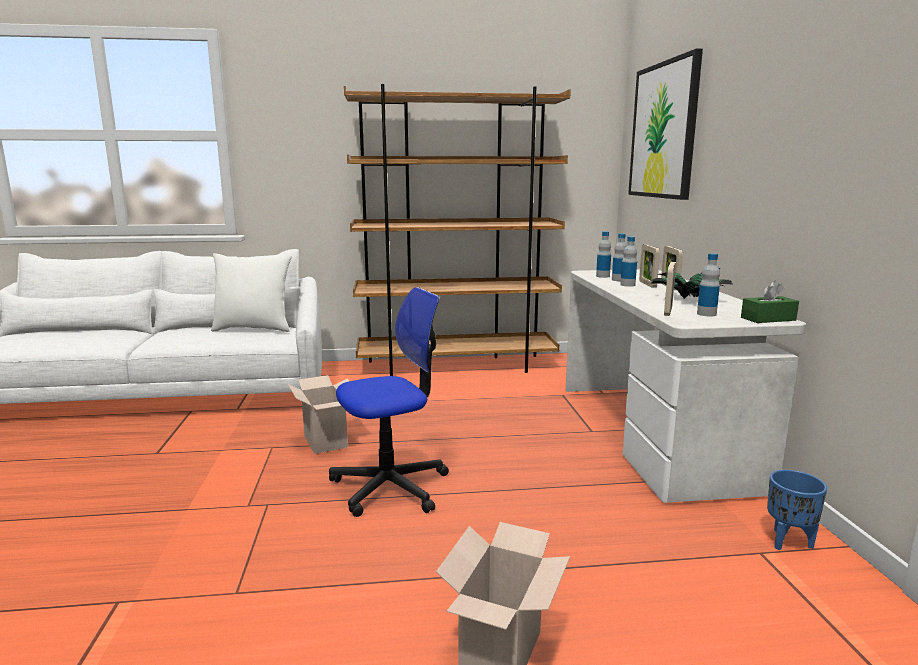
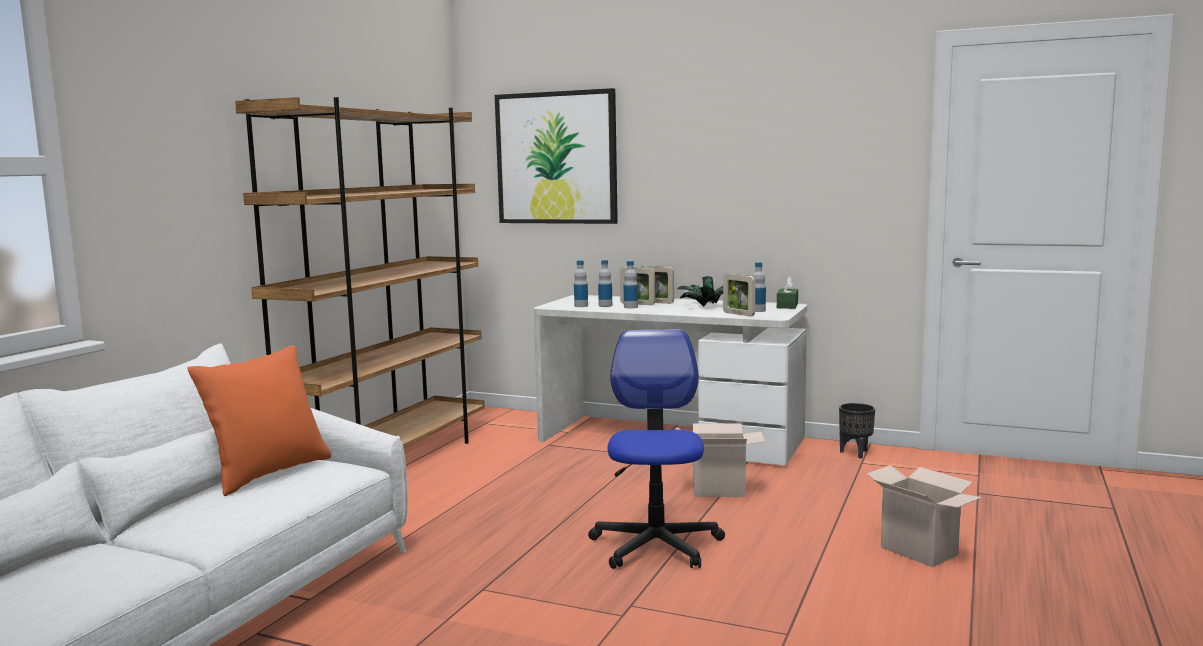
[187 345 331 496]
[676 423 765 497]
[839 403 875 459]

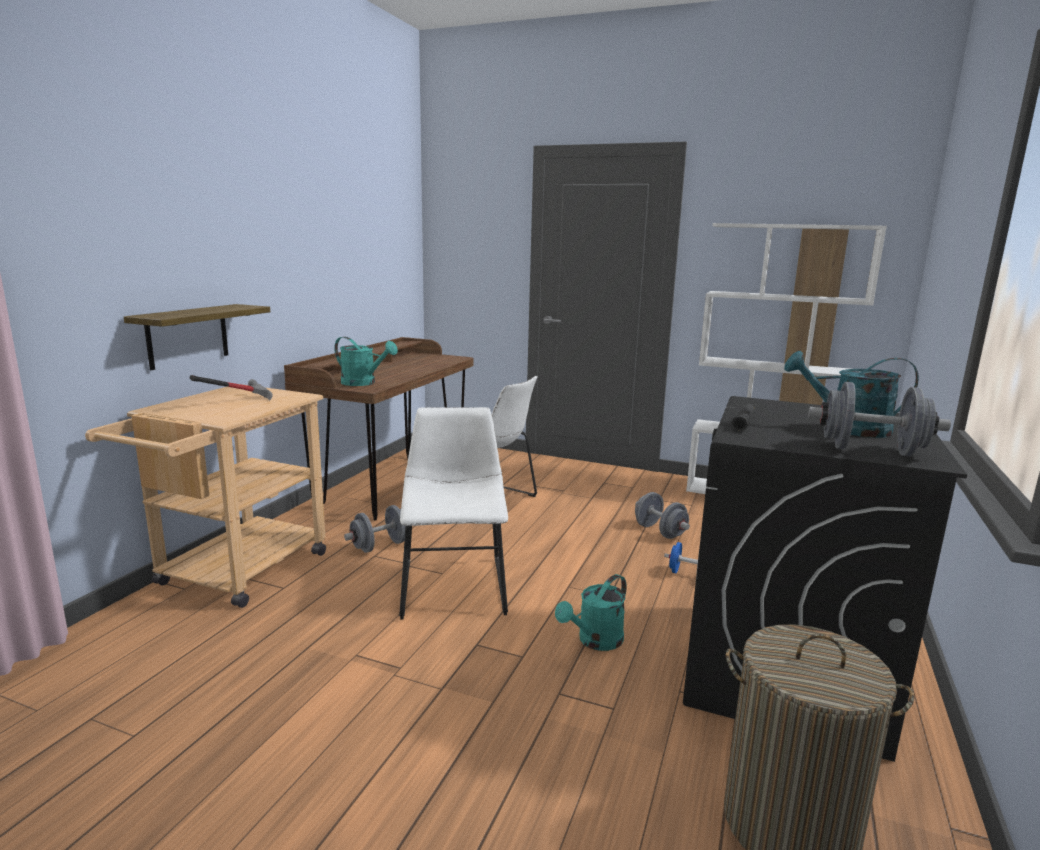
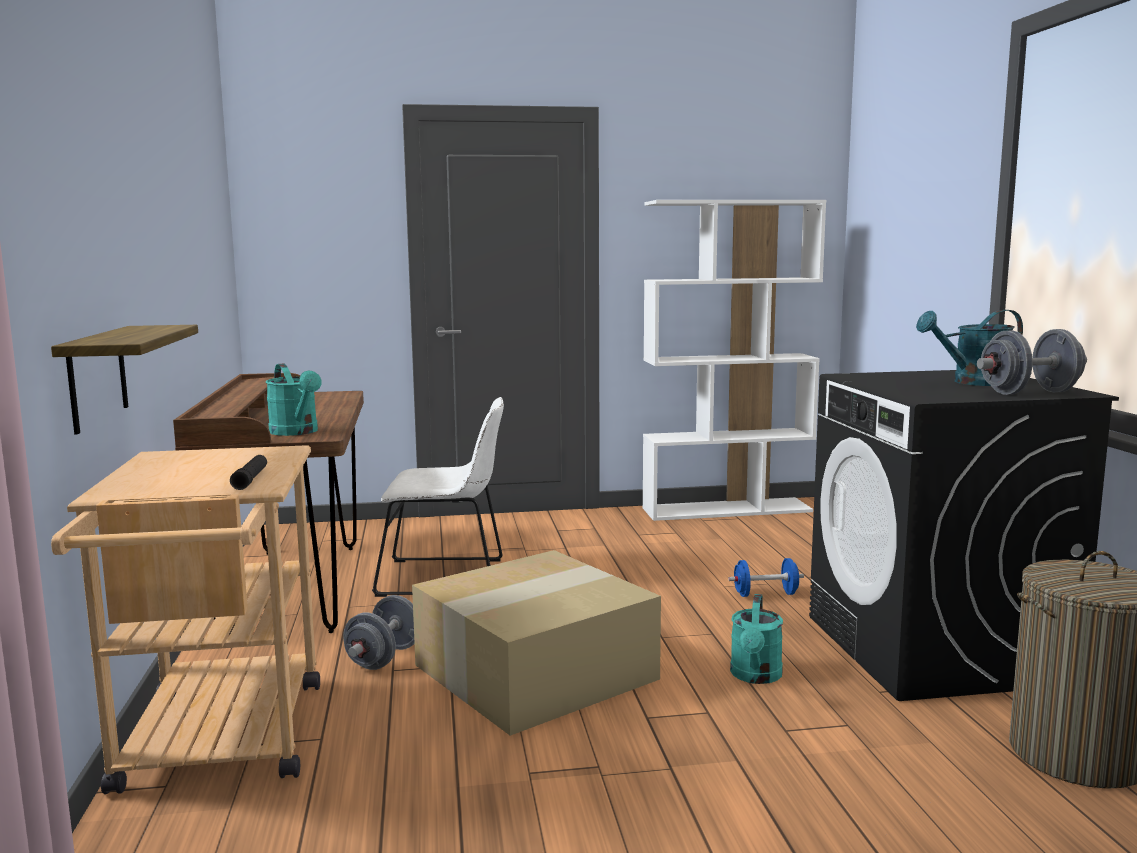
[230 455 267 490]
[266 363 322 436]
[412 550 661 736]
[190 375 273 400] (first image)
[635 492 690 539] (first image)

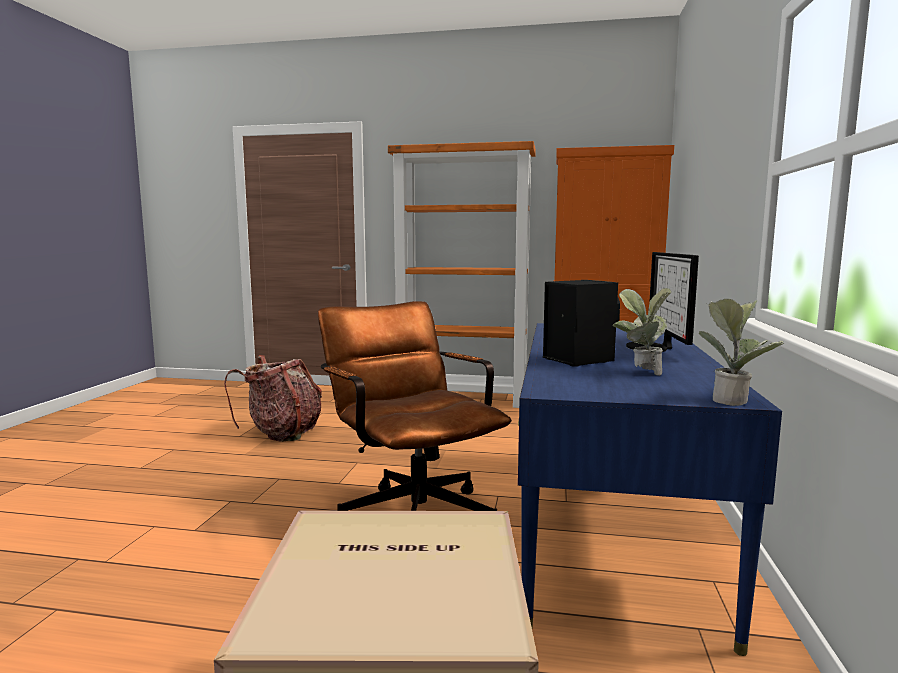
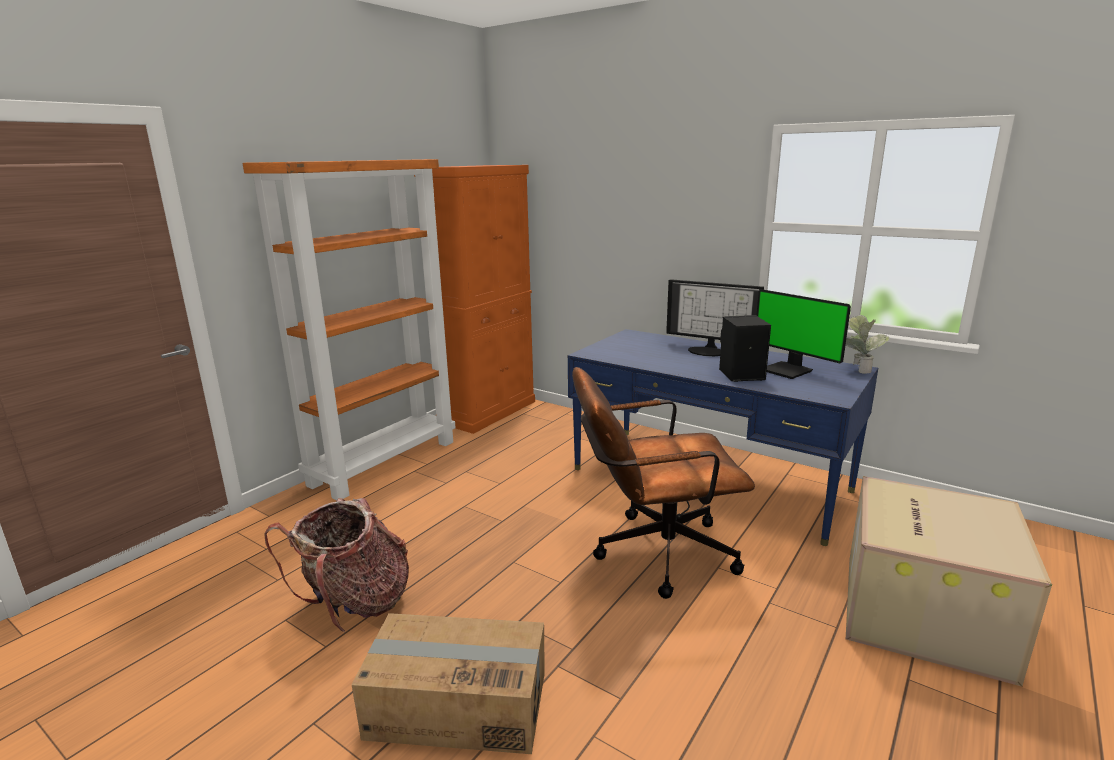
[352 613 545 754]
[756 289 851 379]

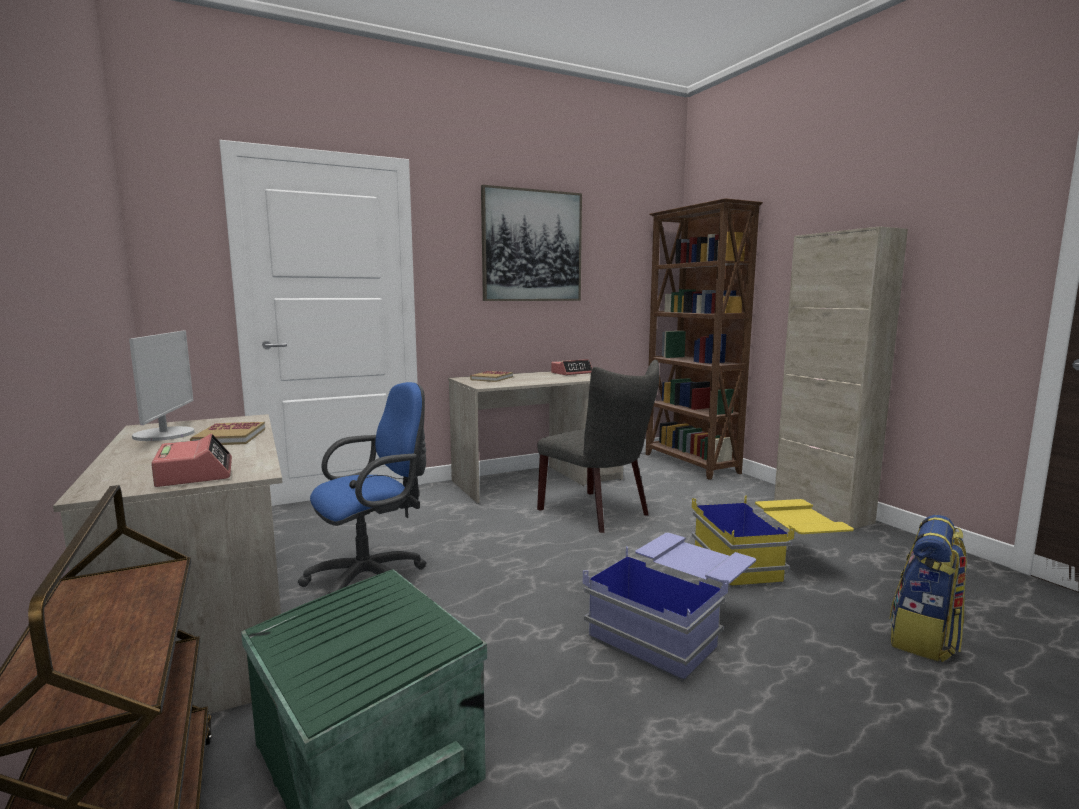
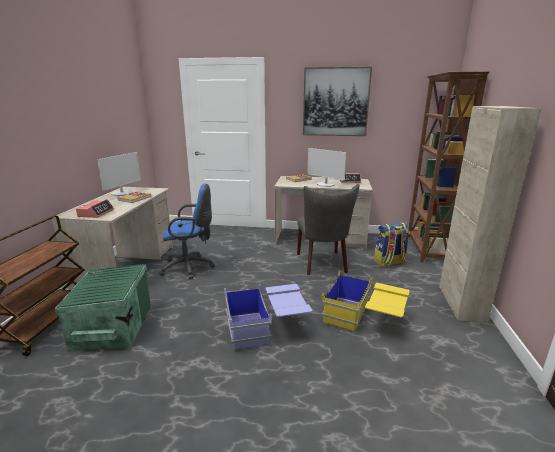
[307 148 346 187]
[374 222 409 267]

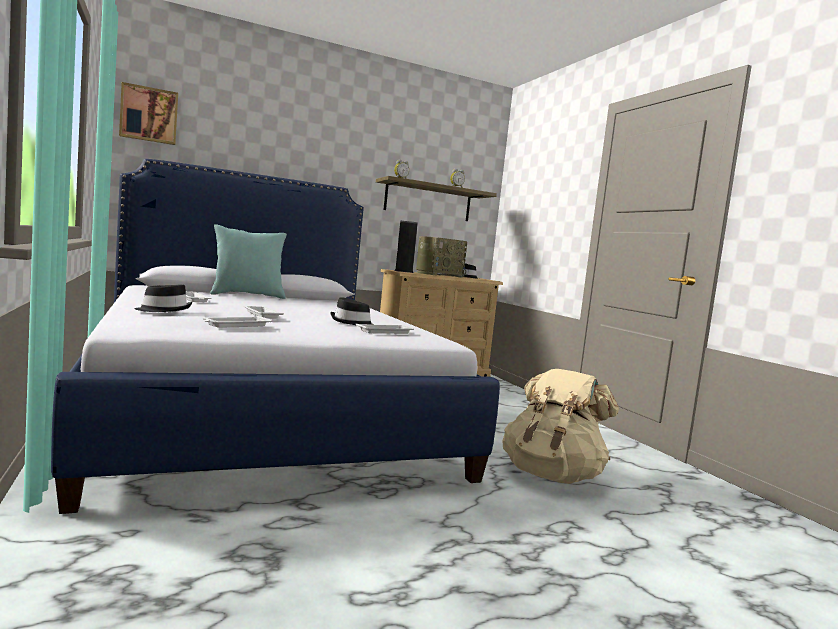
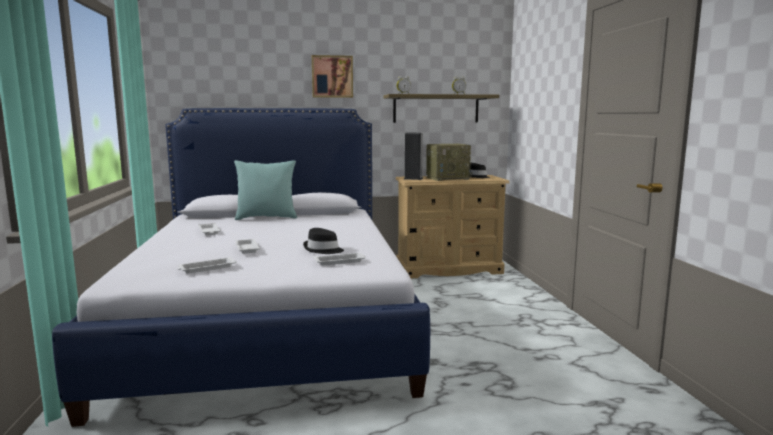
[312 55 353 98]
[134 284 192 312] (first image)
[503 369 619 484] (first image)

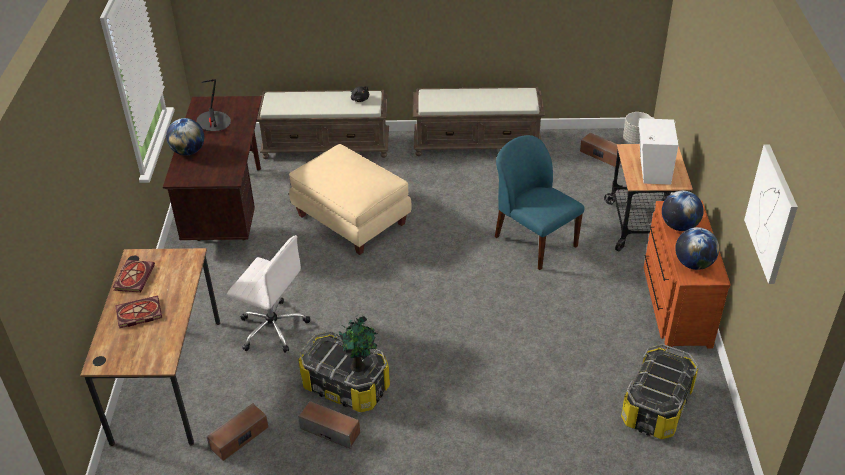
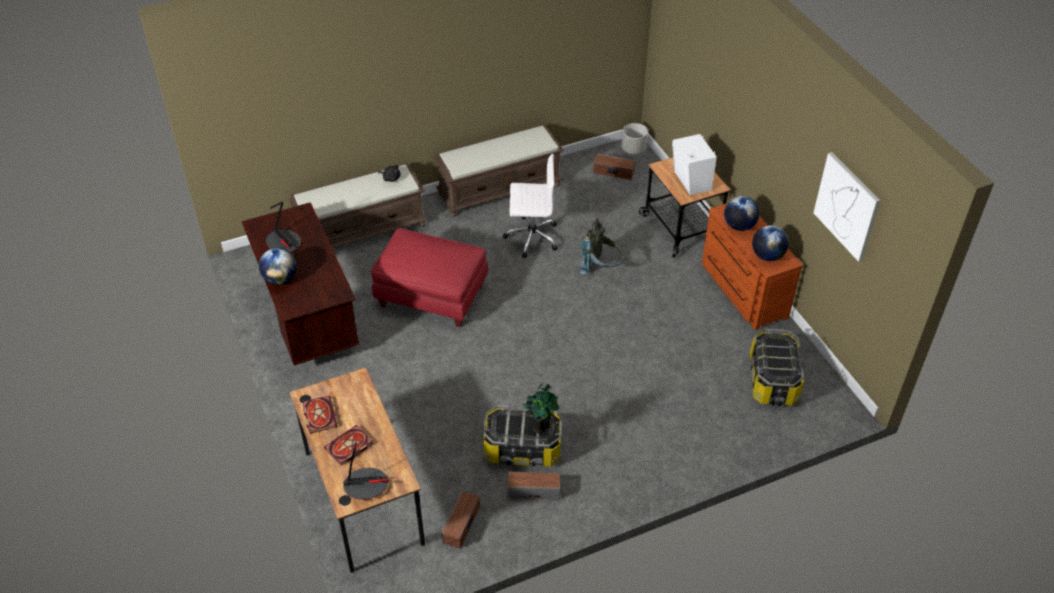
[343 442 389 500]
[371 228 488 327]
[503 154 558 258]
[579 218 625 275]

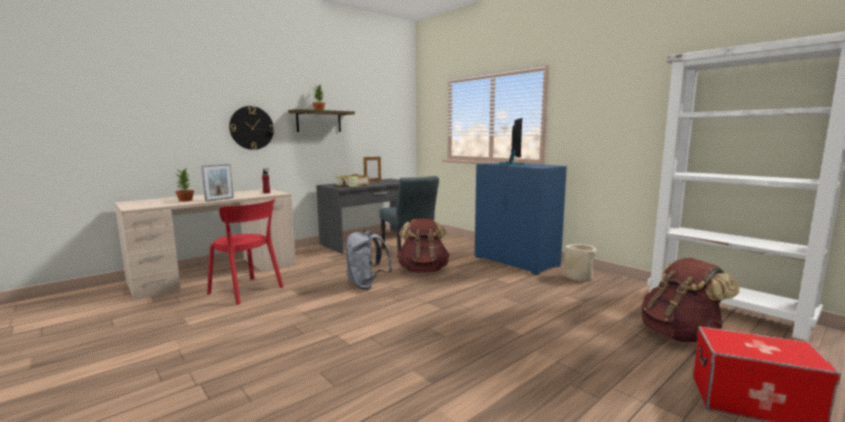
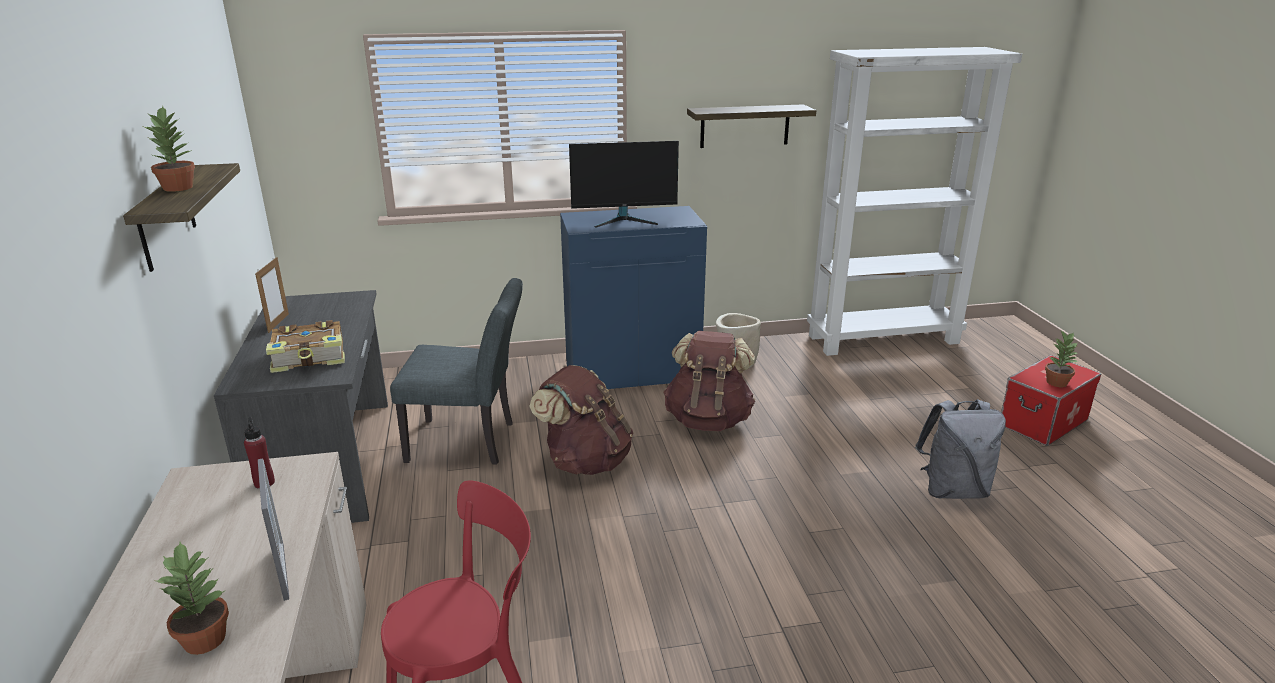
[569 141 679 228]
[663 331 755 431]
[687 104 816 148]
[915 399 1006 499]
[1045 331 1080 387]
[229 106 274 150] (first image)

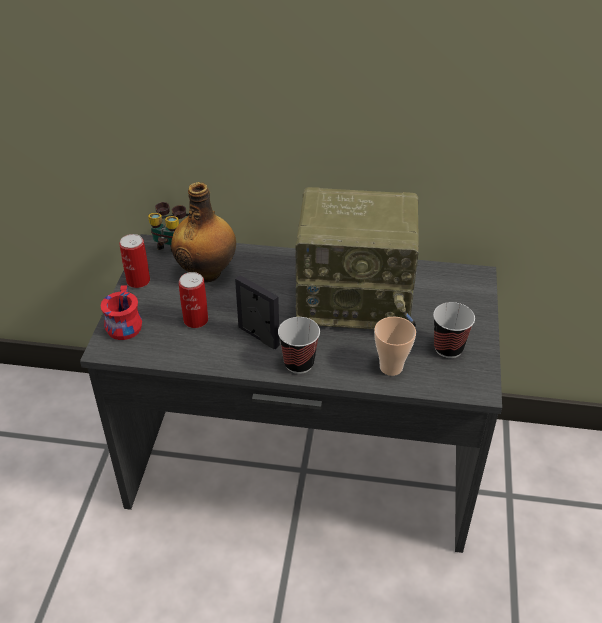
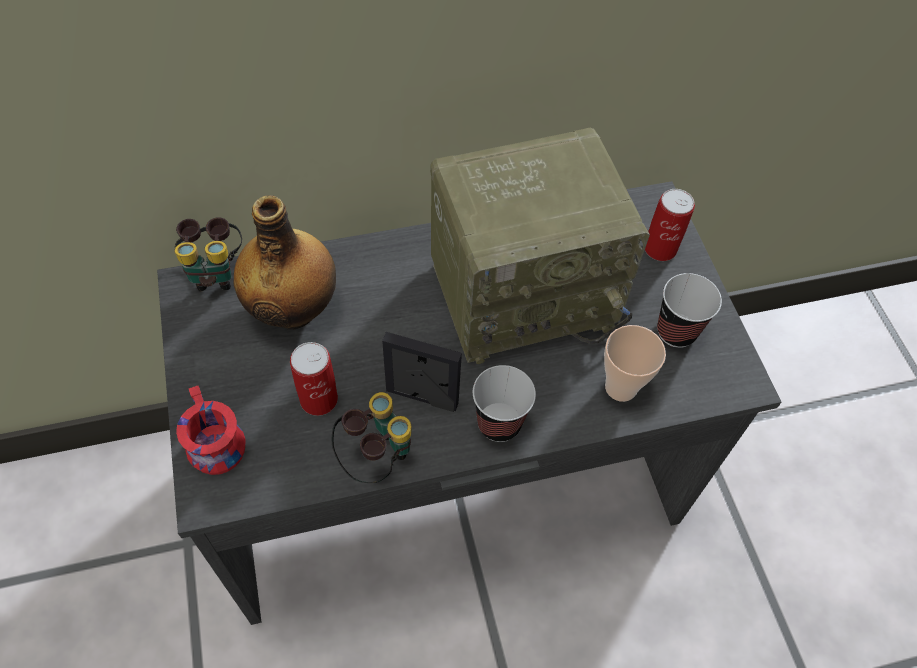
[332 392 411 483]
[645 189 695 261]

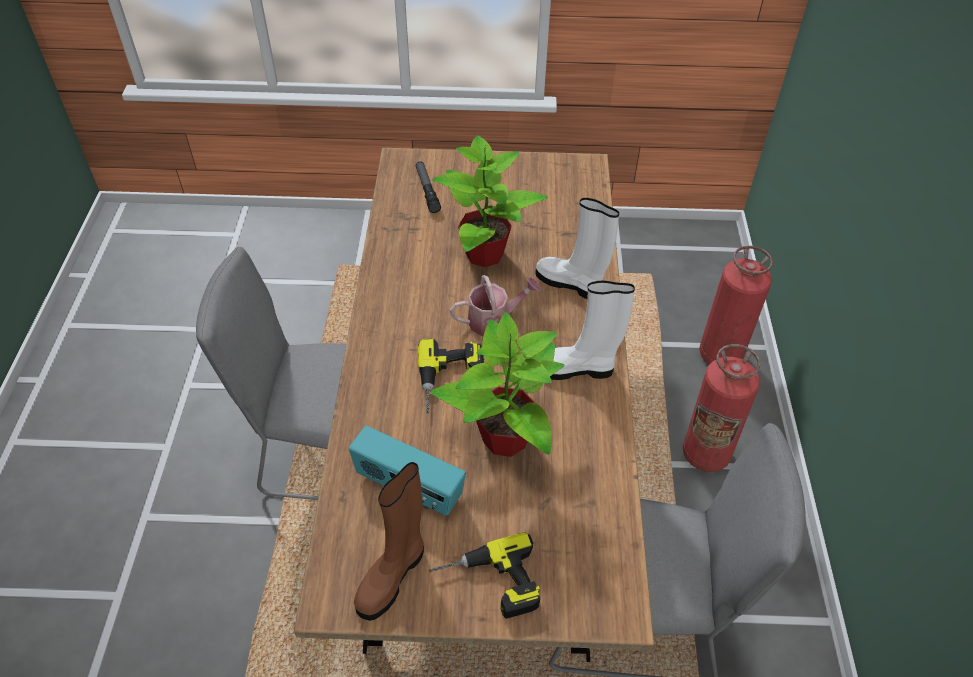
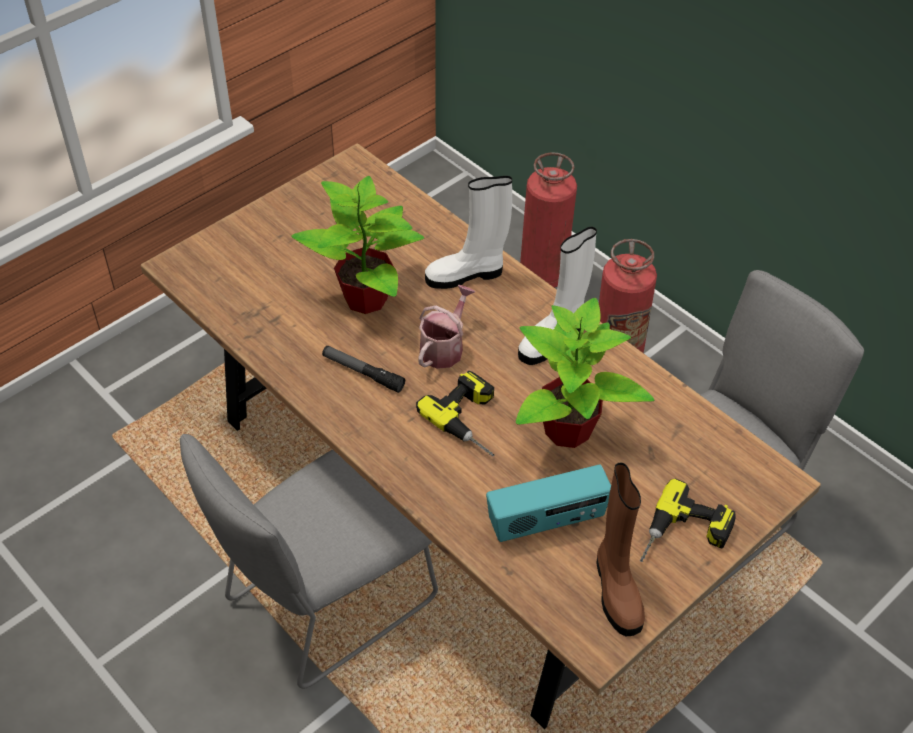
[322 346 405 393]

